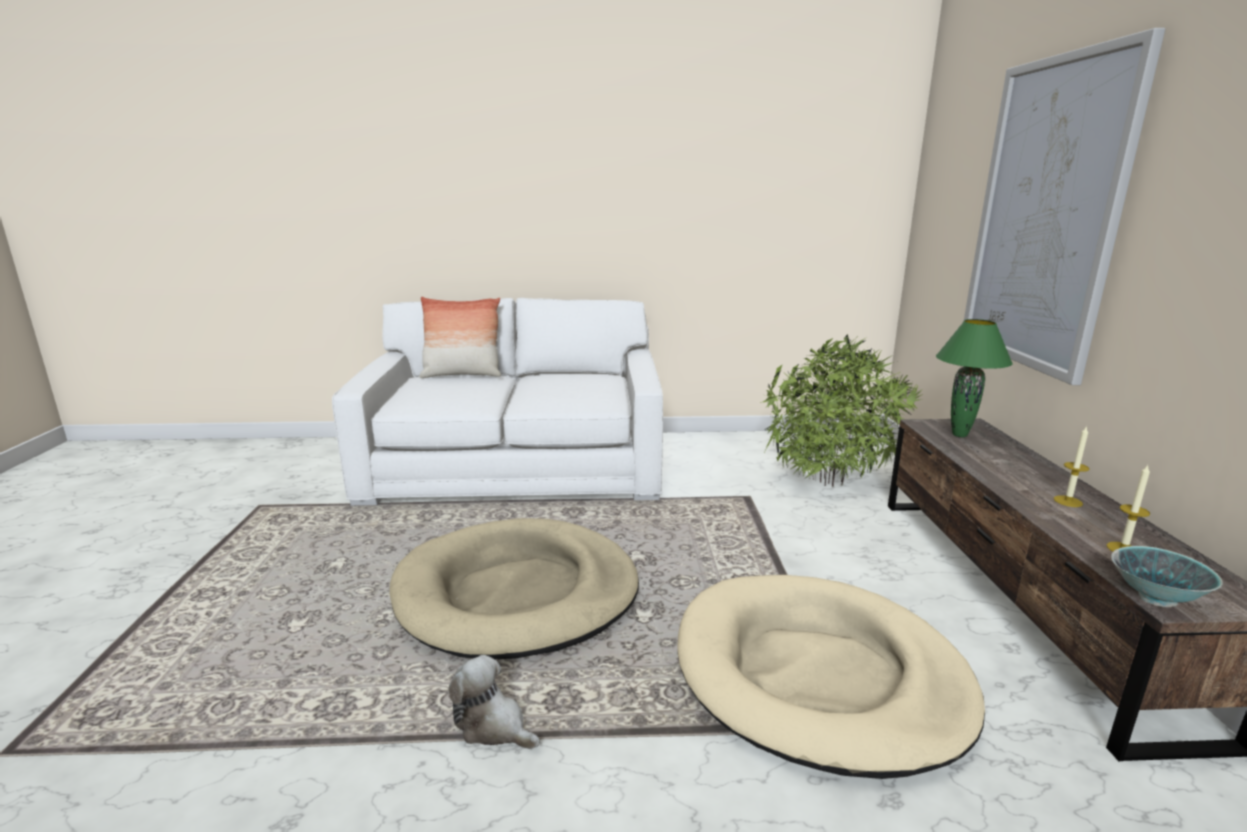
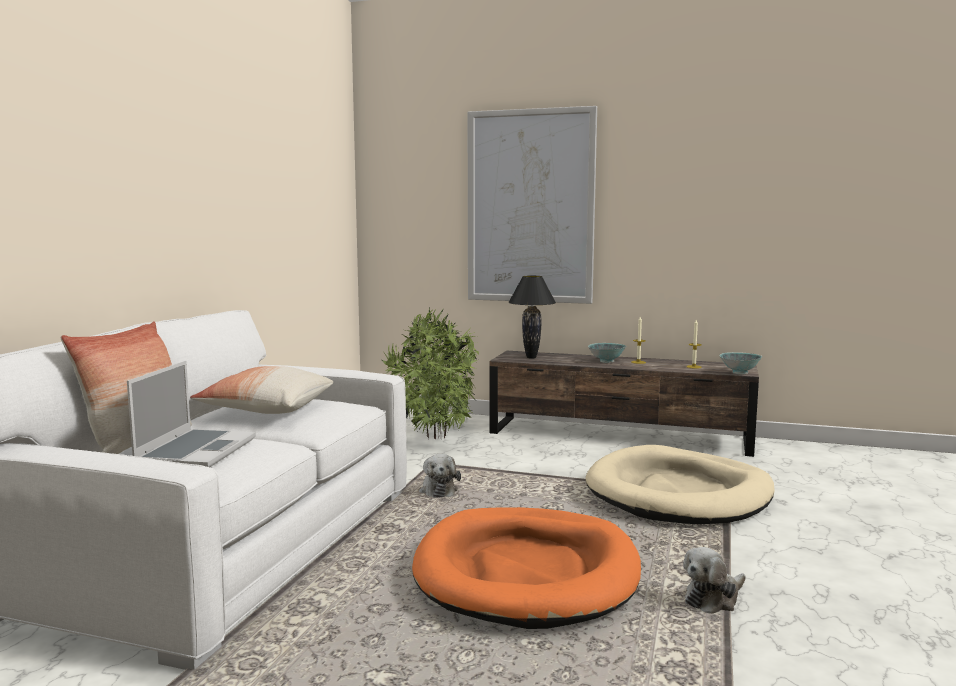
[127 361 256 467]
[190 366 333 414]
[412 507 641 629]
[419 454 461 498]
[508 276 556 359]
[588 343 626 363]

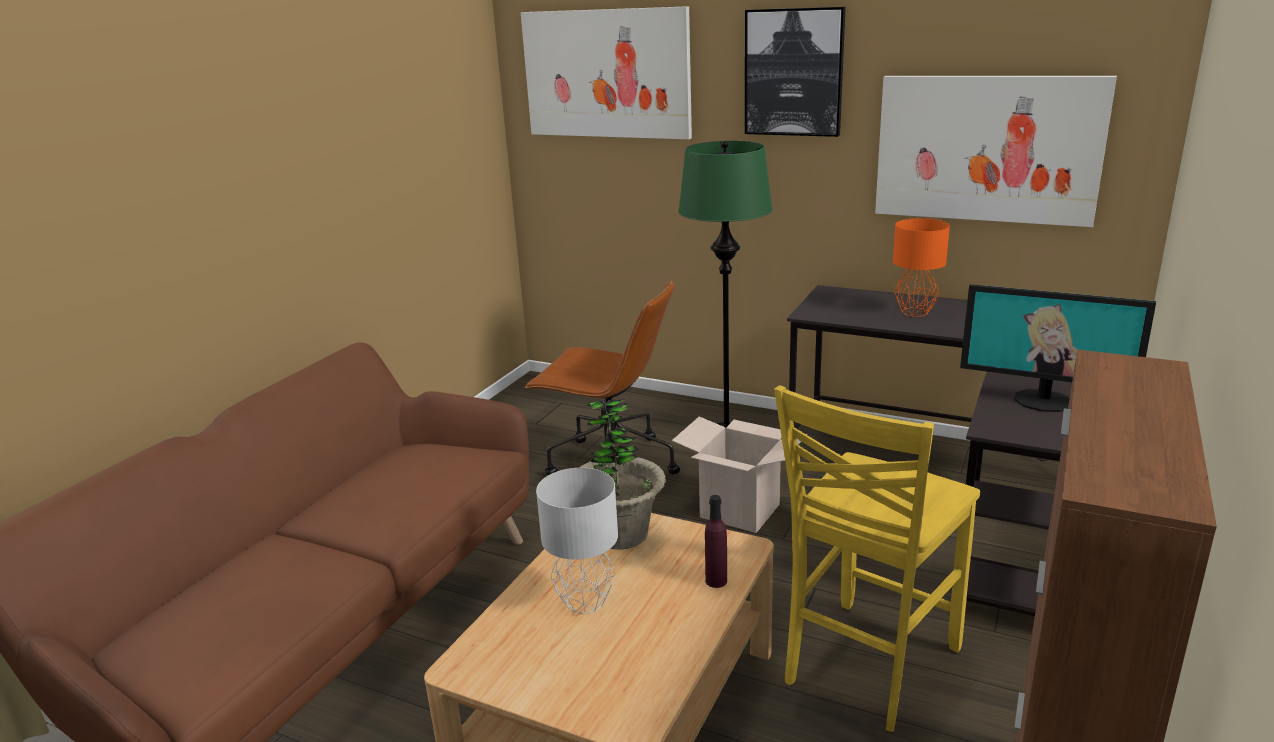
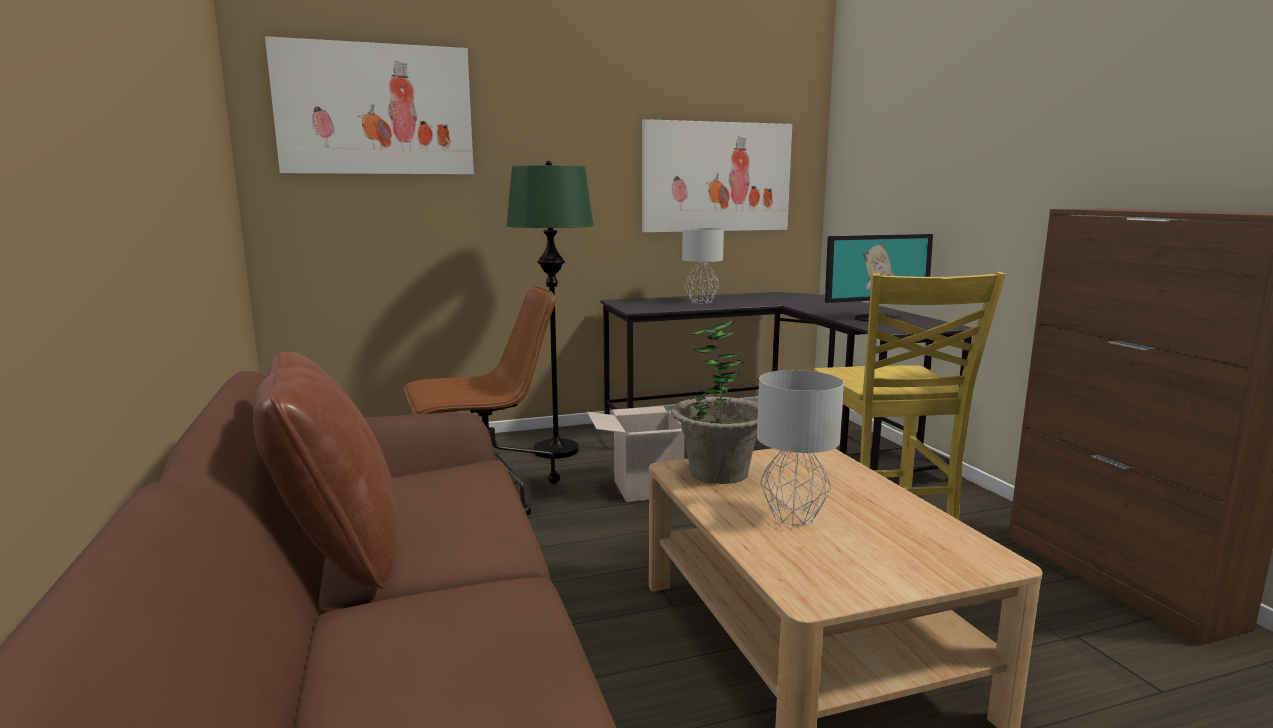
[253 352 397 589]
[682 228 724 303]
[705 495 727 588] (first image)
[745 7 846 137] (first image)

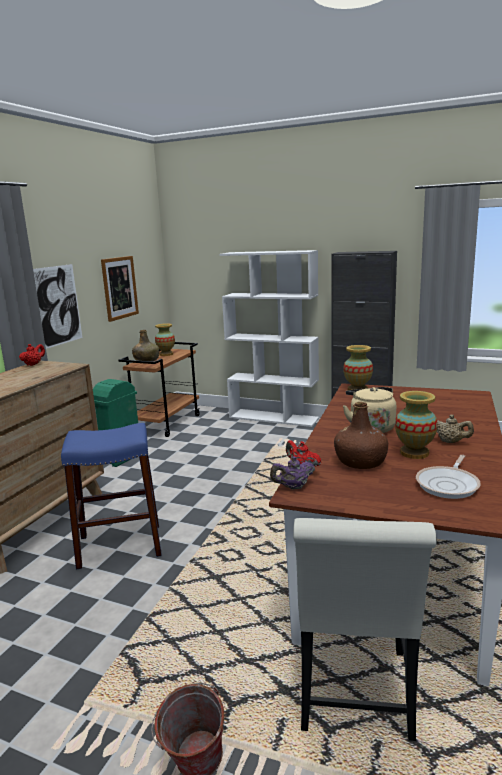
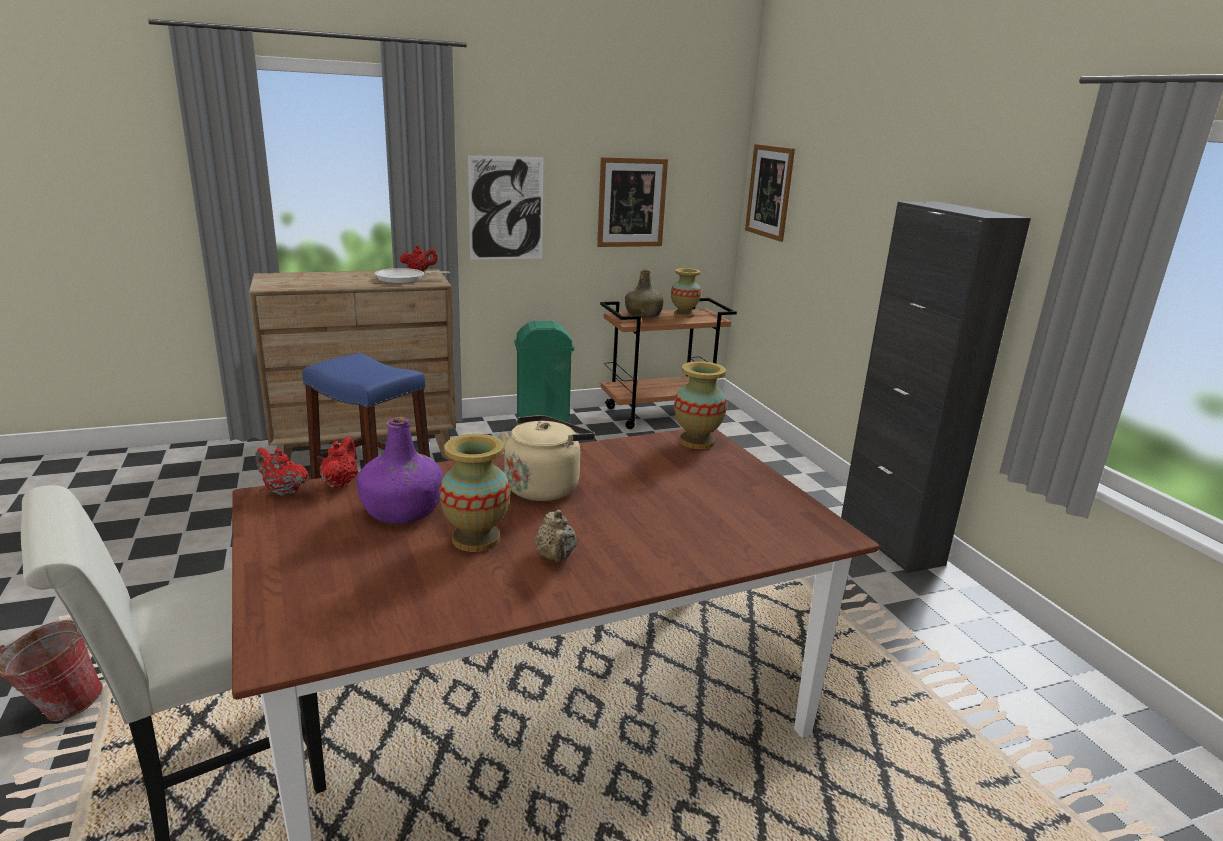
[255 448 309 496]
[357 417 444 524]
[375 268 450 283]
[745 144 795 242]
[219 250 319 427] (first image)

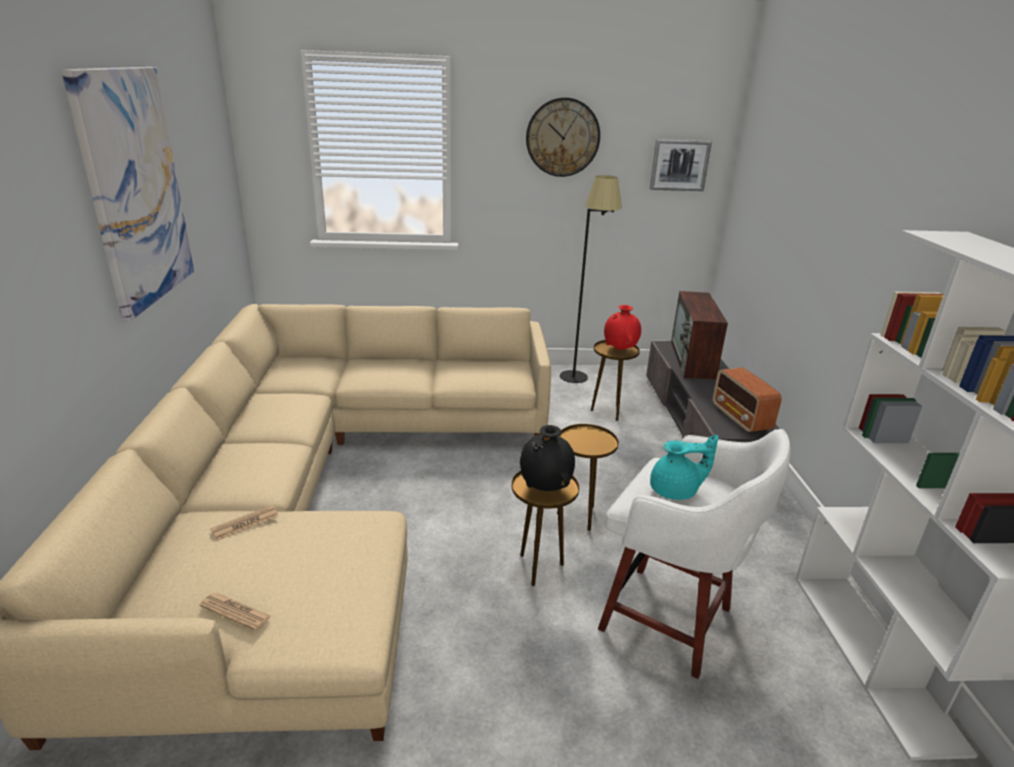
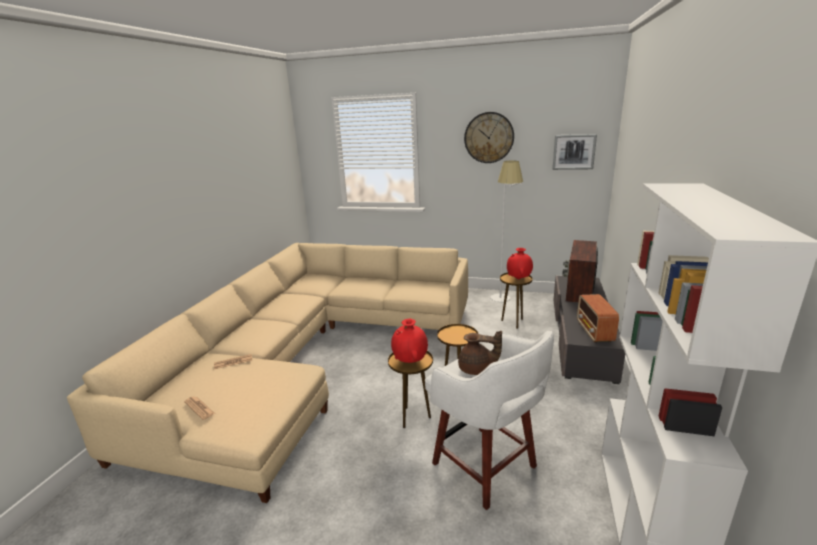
[391 319 428 363]
[458 331 502 375]
[491 161 523 302]
[61 67 194 321] (first image)

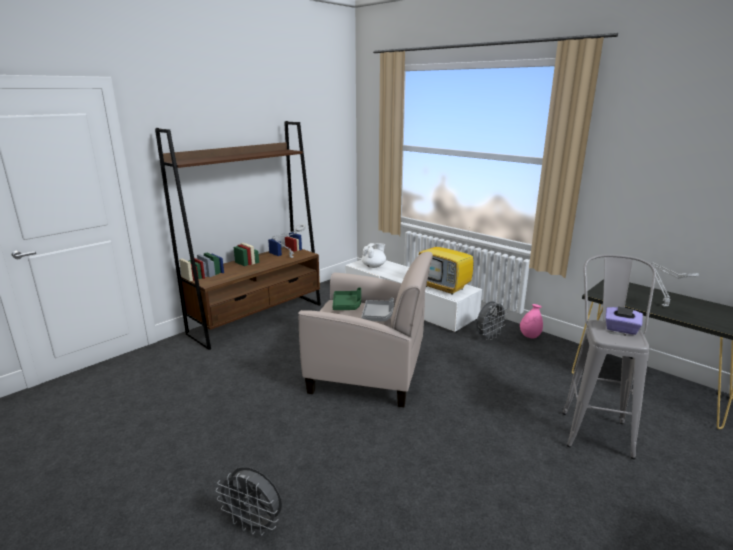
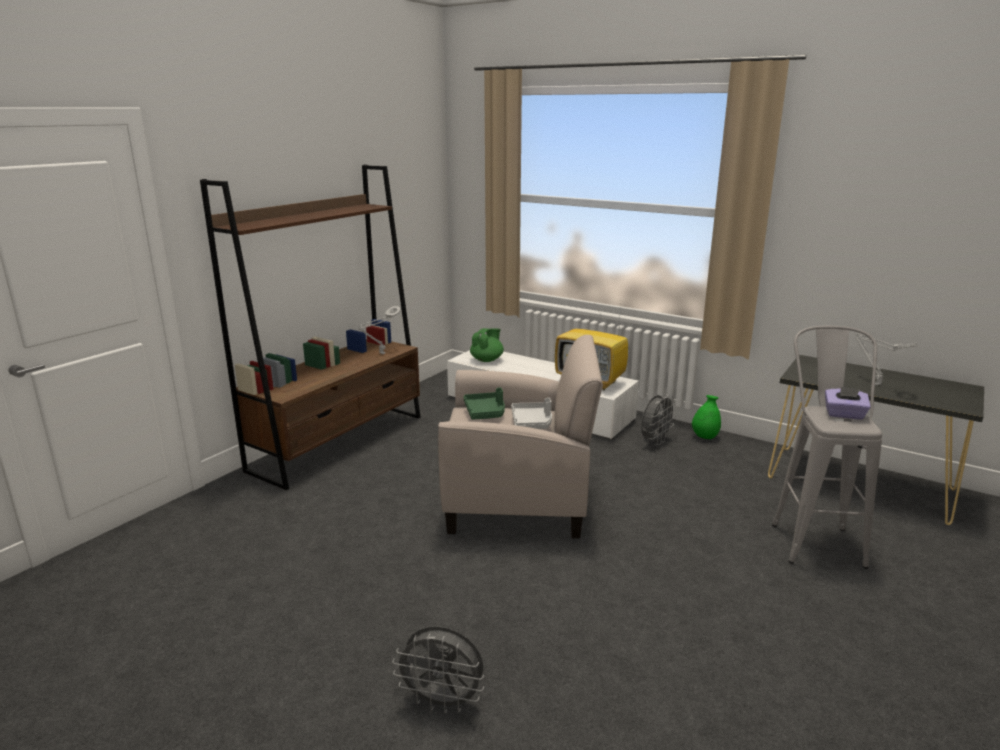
[470 328 504 362]
[692 395 721 439]

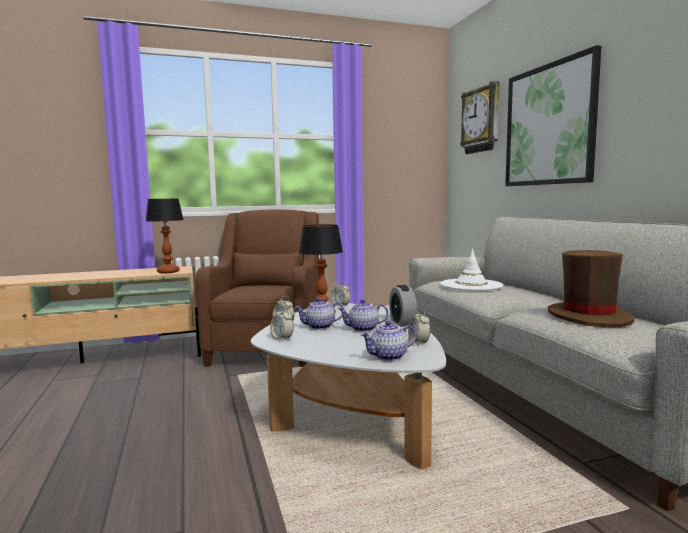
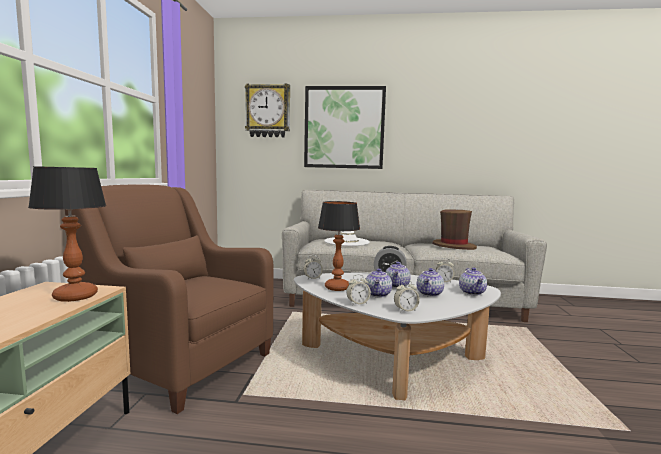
[417 268 444 297]

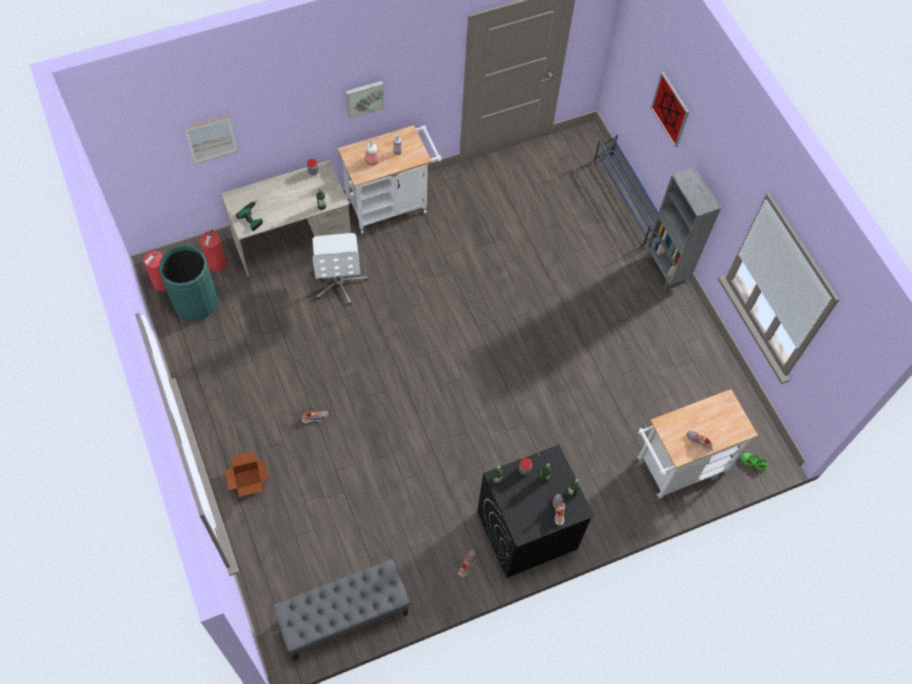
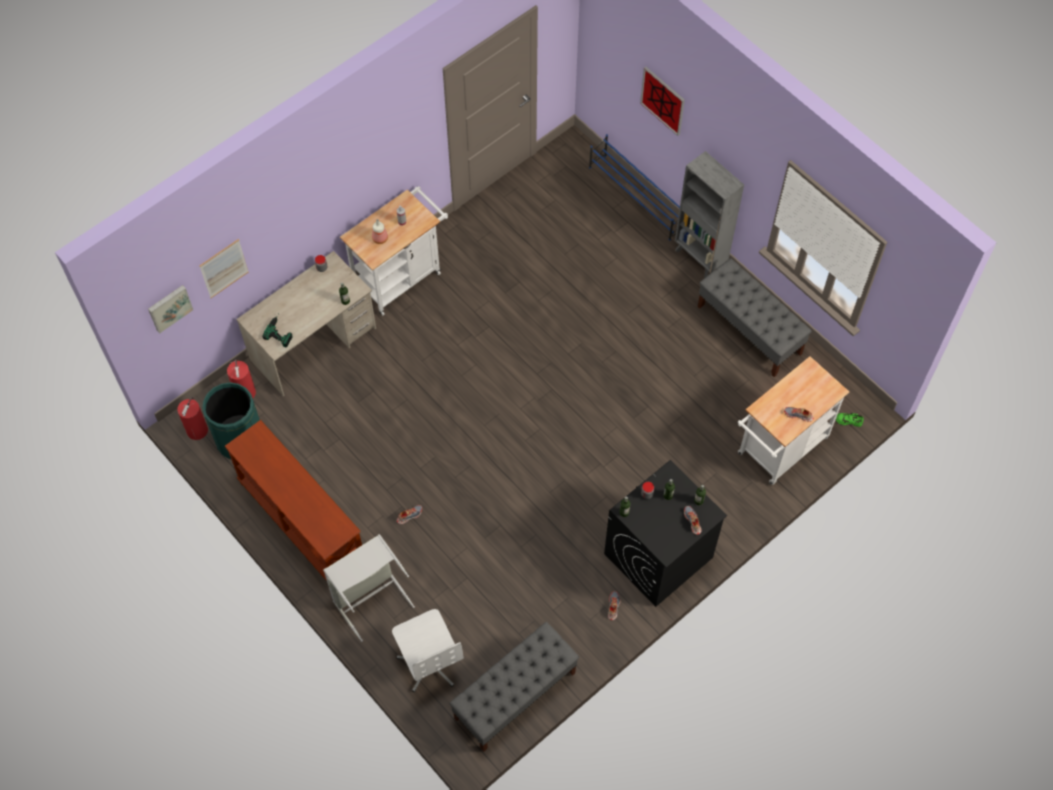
[148 285 193 333]
[225 420 362 581]
[323 534 415 642]
[392 609 464 692]
[698 258 812 377]

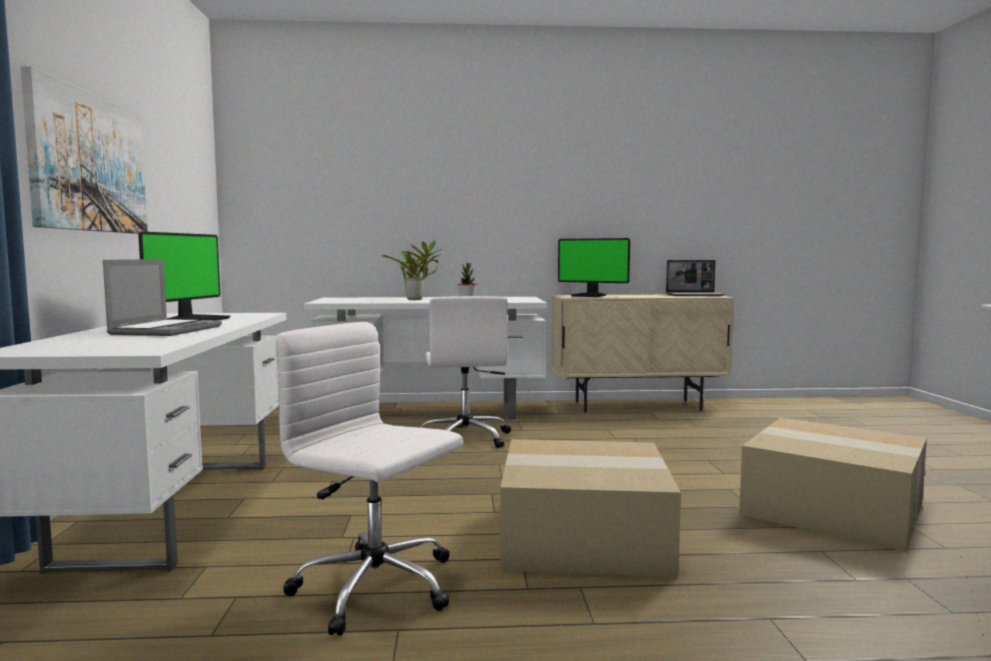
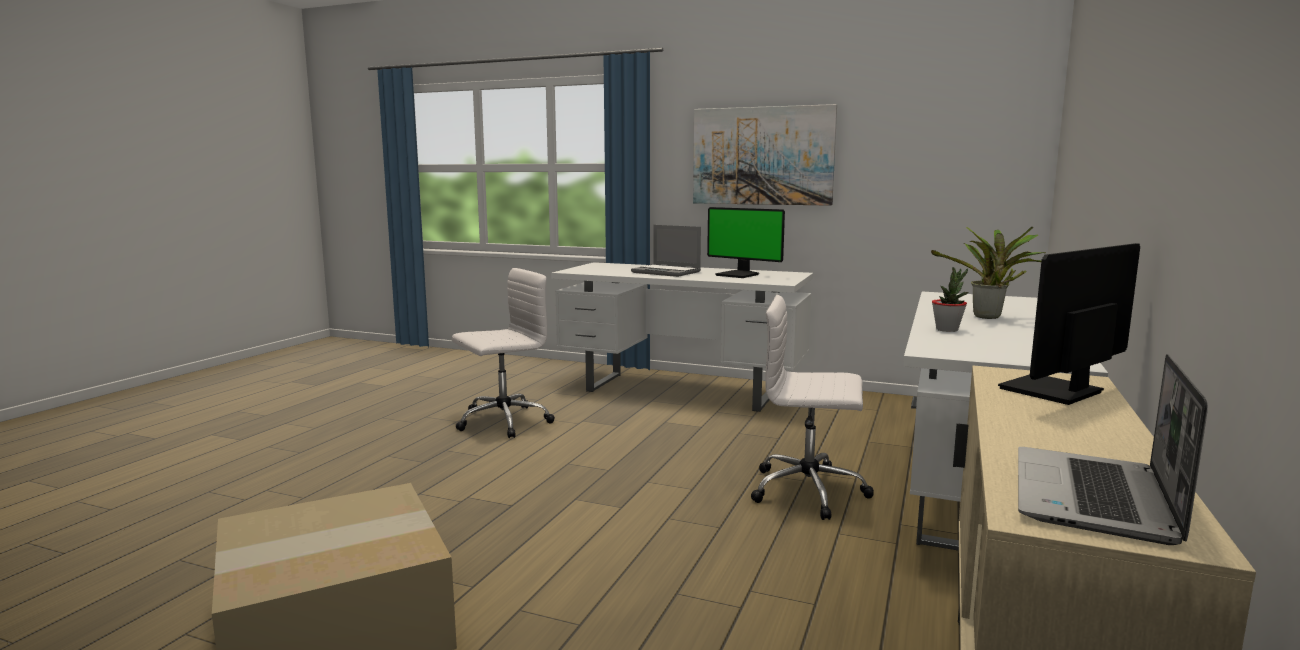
[500 439 681 577] (first image)

